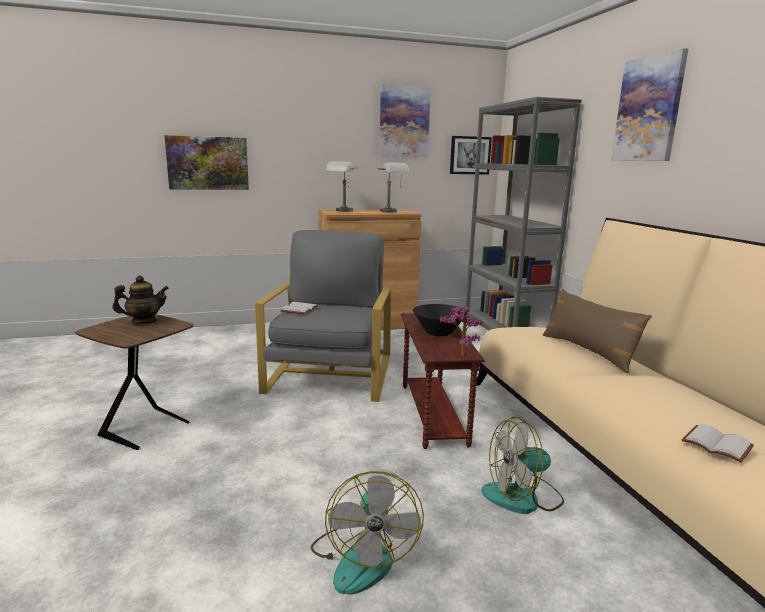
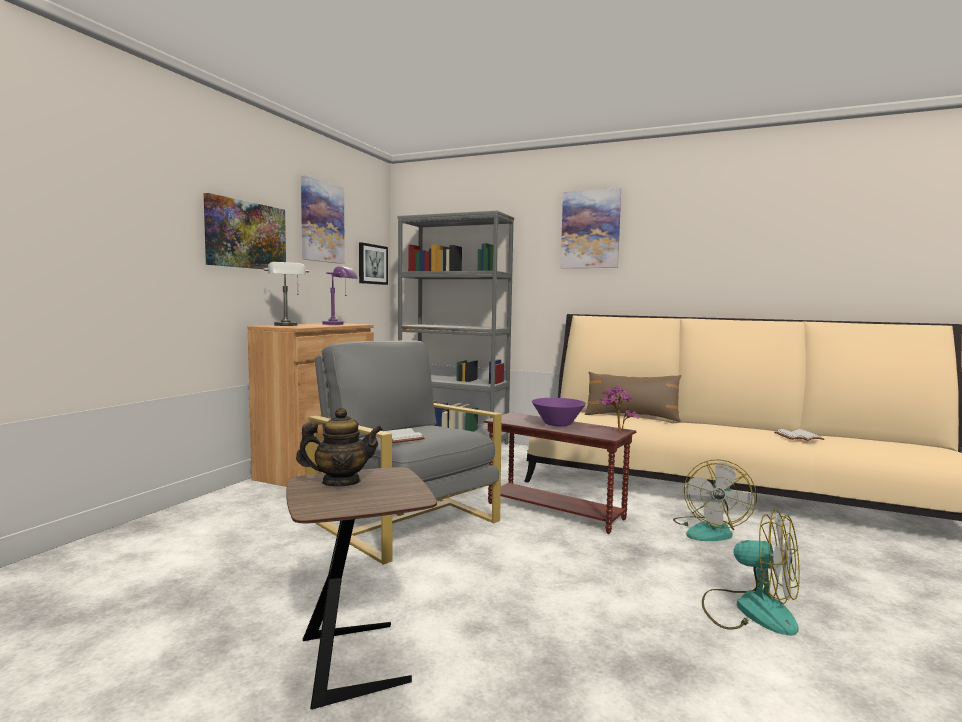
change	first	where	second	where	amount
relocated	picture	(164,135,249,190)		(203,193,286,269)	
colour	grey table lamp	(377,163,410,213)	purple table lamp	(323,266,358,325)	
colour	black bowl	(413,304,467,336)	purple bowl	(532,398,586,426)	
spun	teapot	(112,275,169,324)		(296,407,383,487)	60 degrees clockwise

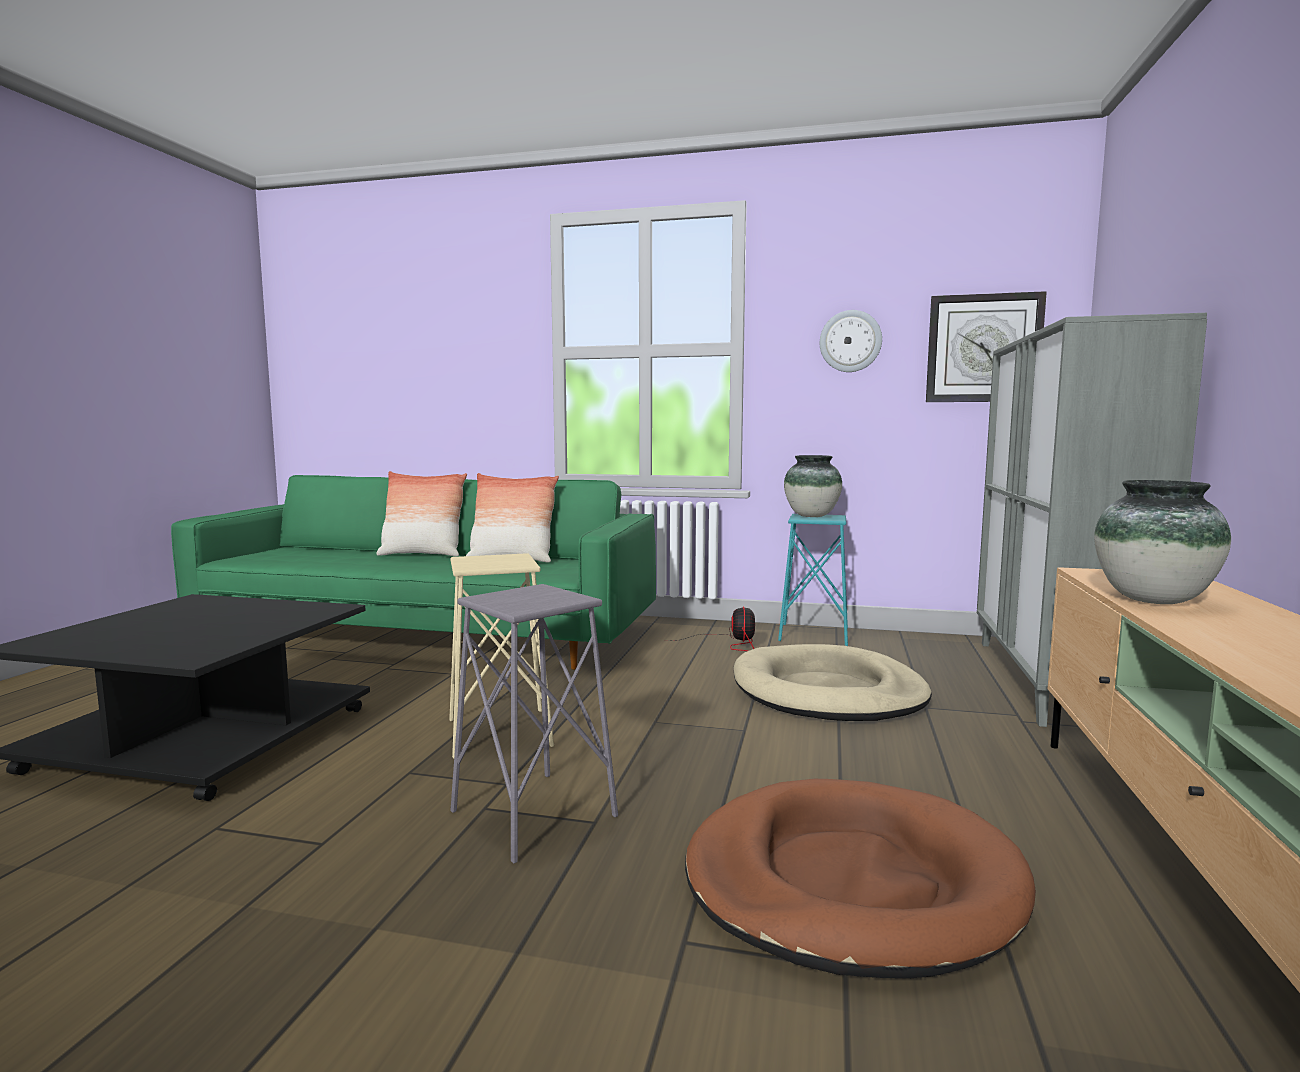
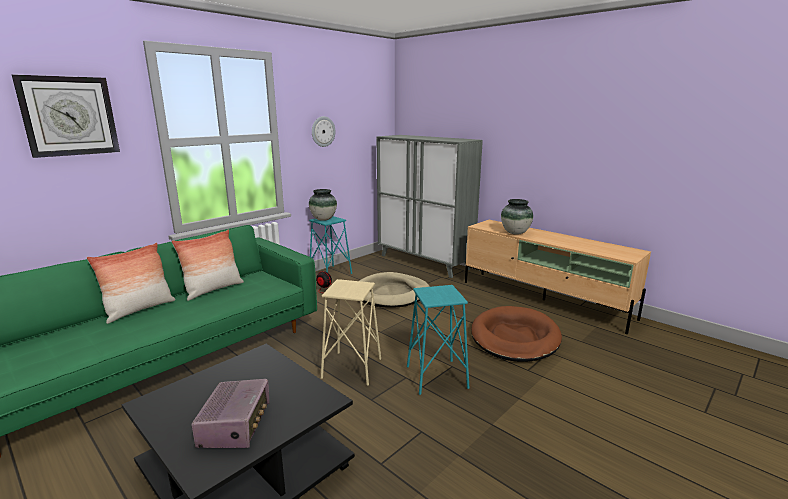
change	first	where	second	where	amount
appeared			radio	(191,379,269,448)	
relocated	wall clock	(926,291,1047,402)		(12,74,120,158)	
colour	grey stool	(450,584,618,864)	turquoise stool	(407,285,469,395)	

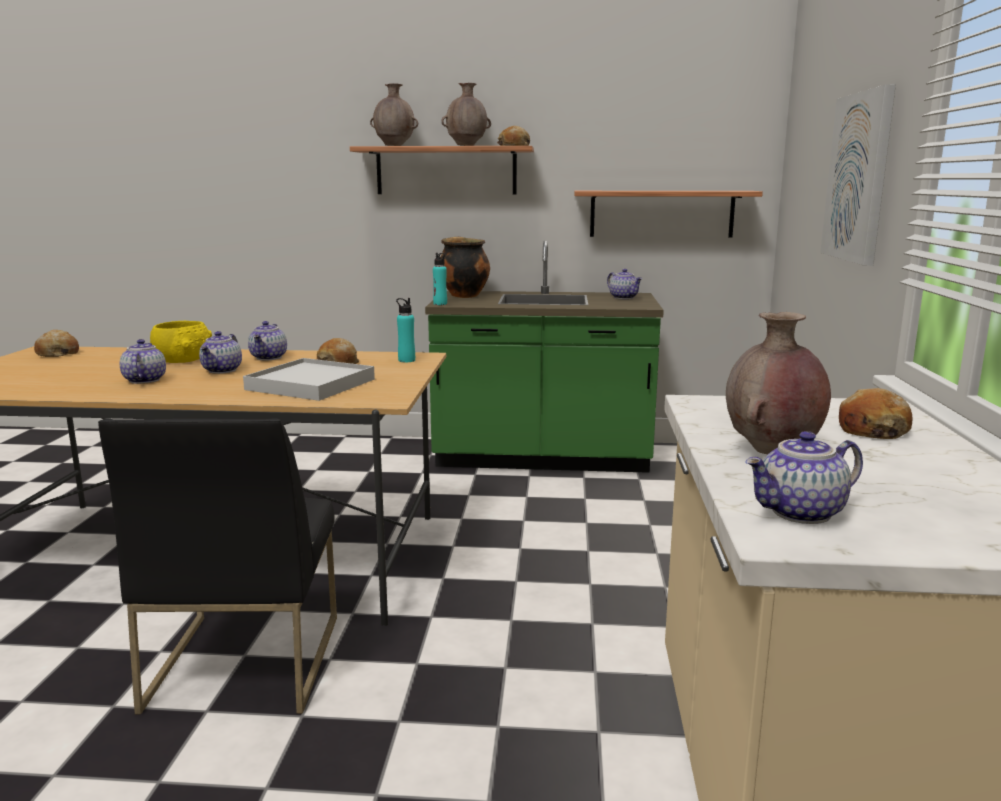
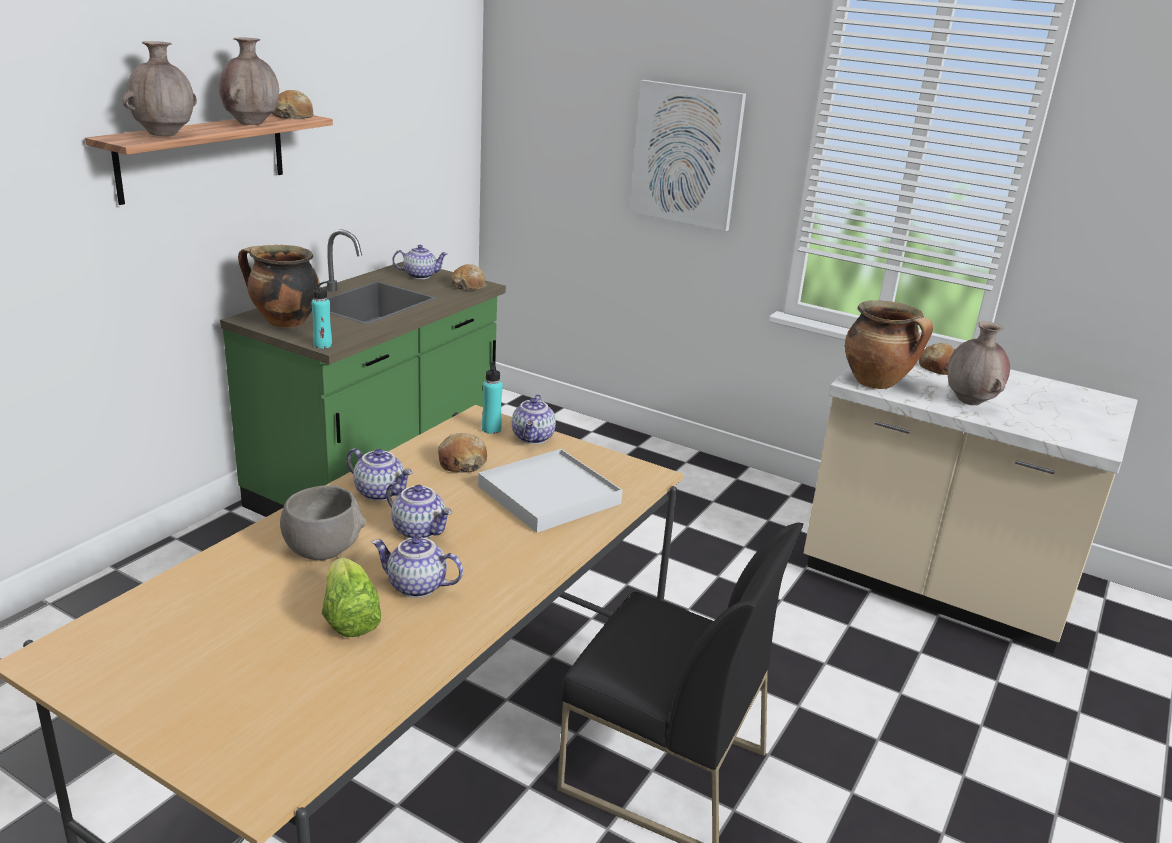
change	first	where	second	where	amount
missing	shelf	(574,191,763,238)			
appeared			lettuce	(322,557,381,637)	
appeared			cooking pot	(845,300,933,389)	
relocated	bread	(34,330,79,357)		(451,264,487,291)	
relocated	teapot	(745,431,863,524)		(512,394,556,444)	
colour	yellow bowl	(150,321,212,363)	grey bowl	(280,485,366,560)	

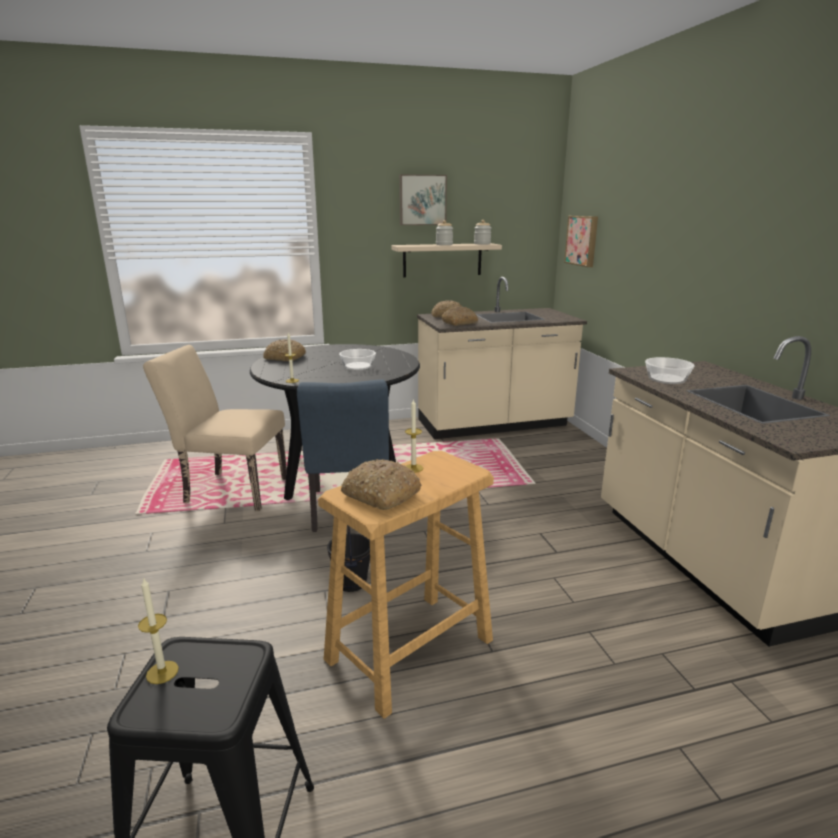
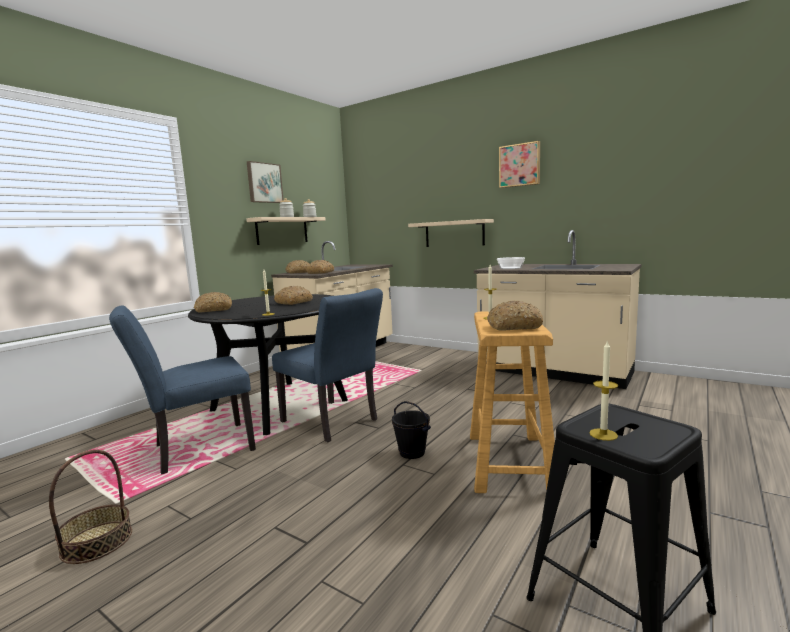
change	first	where	second	where	amount
appeared			basket	(49,450,132,564)	
appeared			beige shelf	(408,219,494,247)	
relocated	picture	(564,216,598,267)		(499,141,540,188)	
exchanged	bowl	(339,349,376,370)	bread	(274,286,313,305)	
colour	beige chair	(143,345,287,511)	blue chair	(109,305,256,474)	

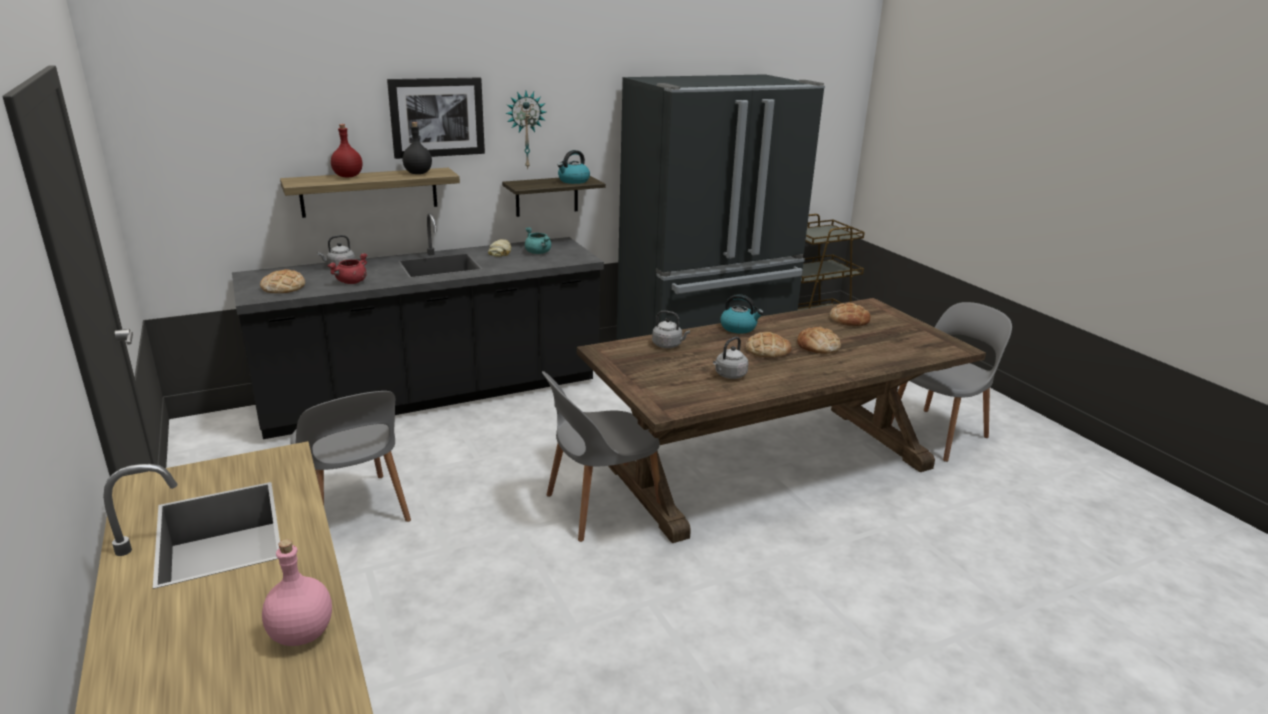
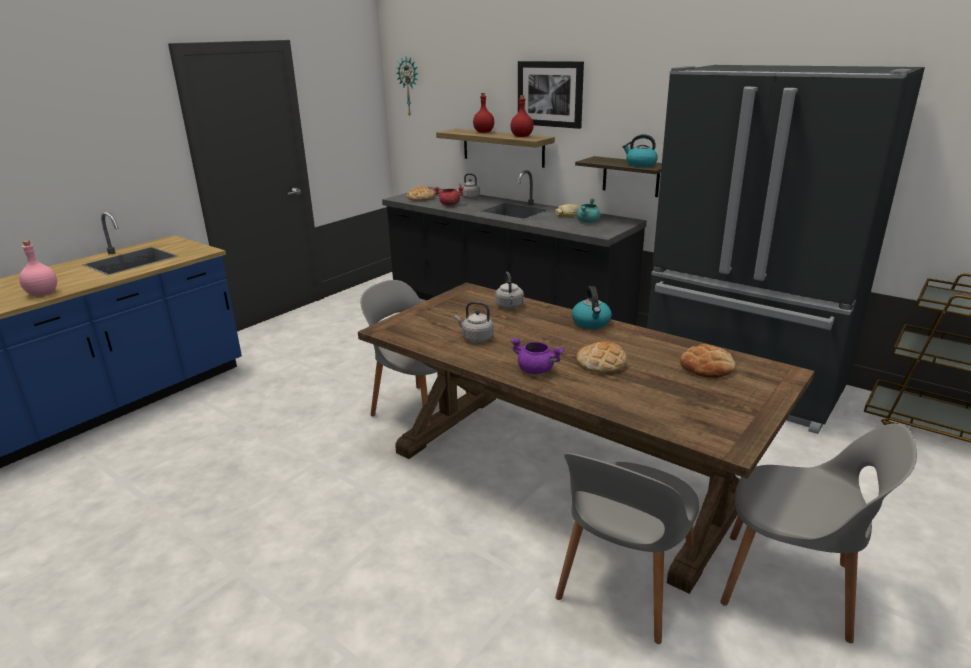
change	first	where	second	where	amount
missing	bread	(746,332,791,358)			
appeared			purple cooking pot	(510,338,564,374)	
relocated	grey chair	(290,391,411,522)		(555,453,699,644)	
relocated	wall clock	(505,91,546,170)		(396,57,419,116)	
colour	black bottle	(403,122,432,174)	red bottle	(511,95,534,137)	

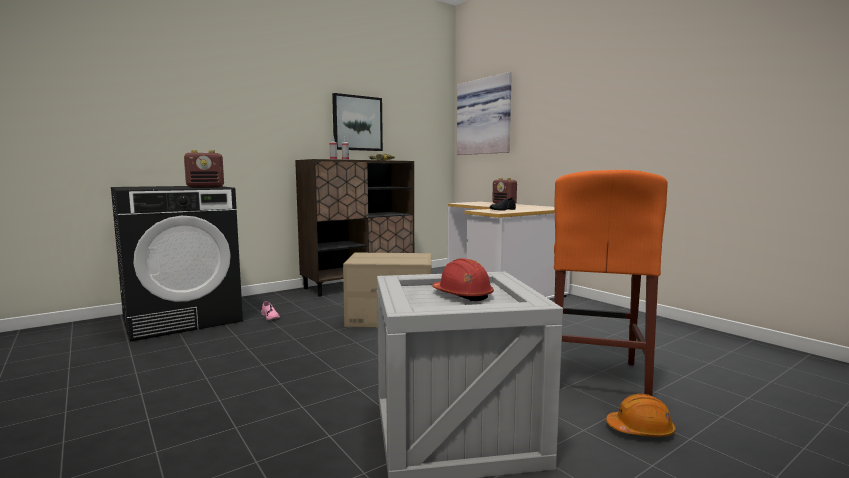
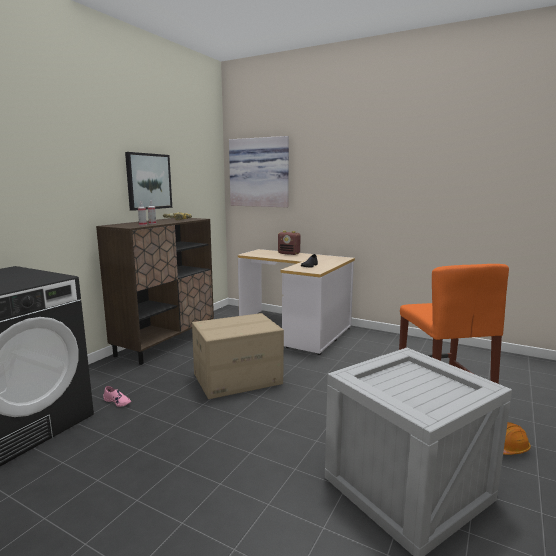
change	first	where	second	where	amount
missing	radio	(184,150,224,188)			
missing	red hard hat	(432,258,494,301)			

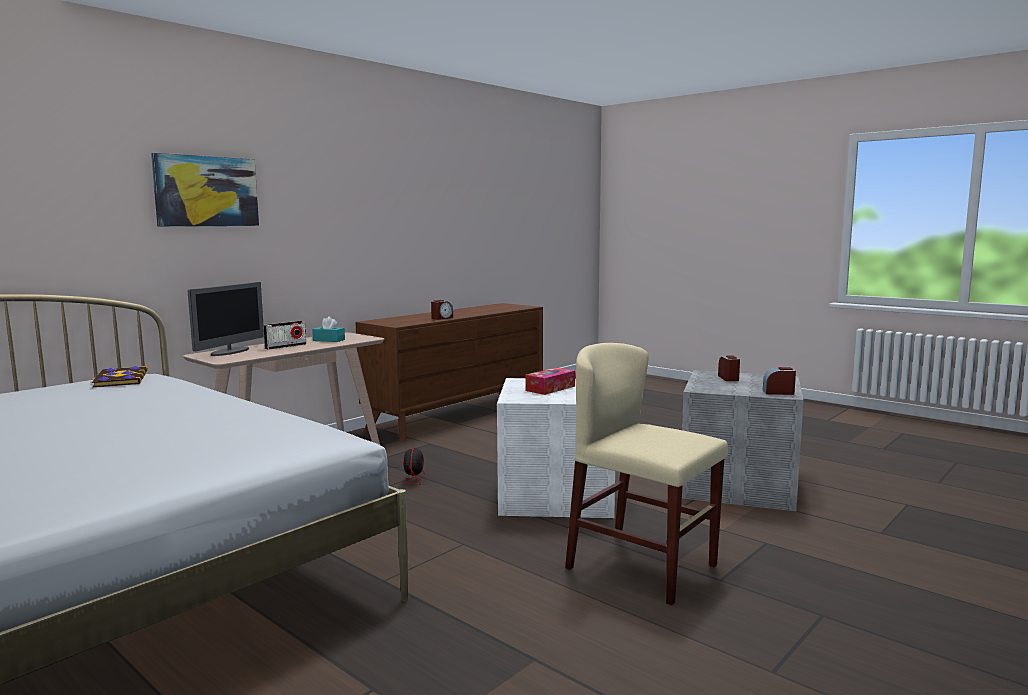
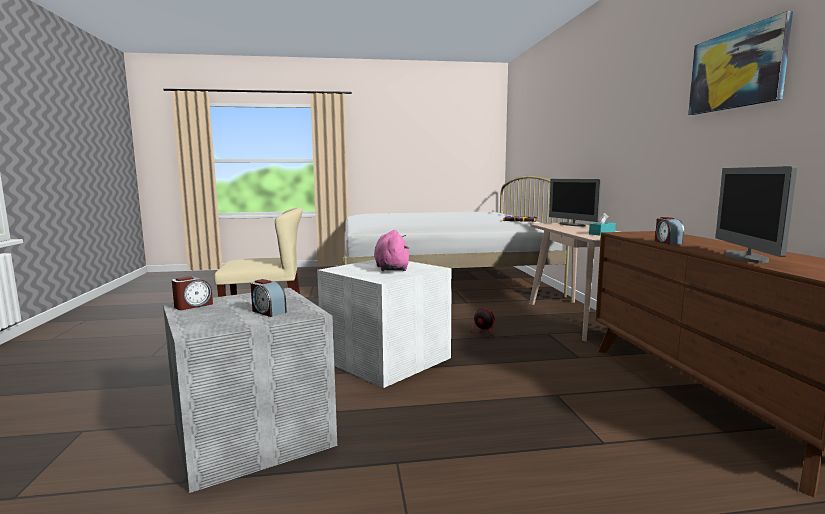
change	first	where	second	where	amount
missing	radio	(263,321,306,350)			
appeared			monitor	(715,166,797,263)	
relocated	picture	(151,153,259,227)		(688,11,793,115)	
exchanged	tissue box	(525,368,575,395)	pink plush toy	(374,230,409,271)	

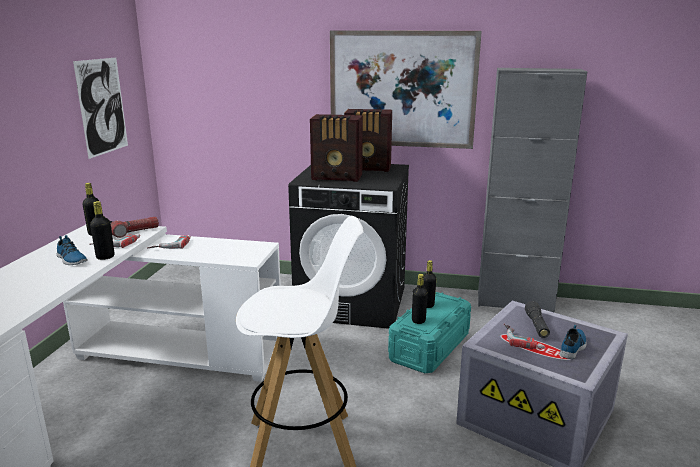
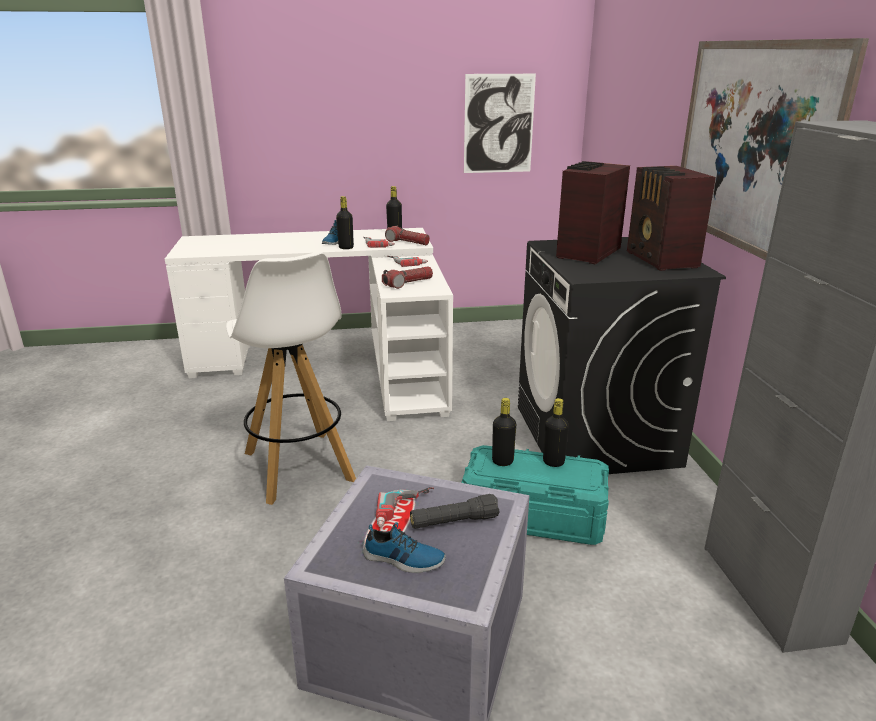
change	first	where	second	where	amount
appeared			flashlight	(382,266,433,289)	
spun	radio	(310,114,363,182)		(556,161,630,264)	45 degrees clockwise

